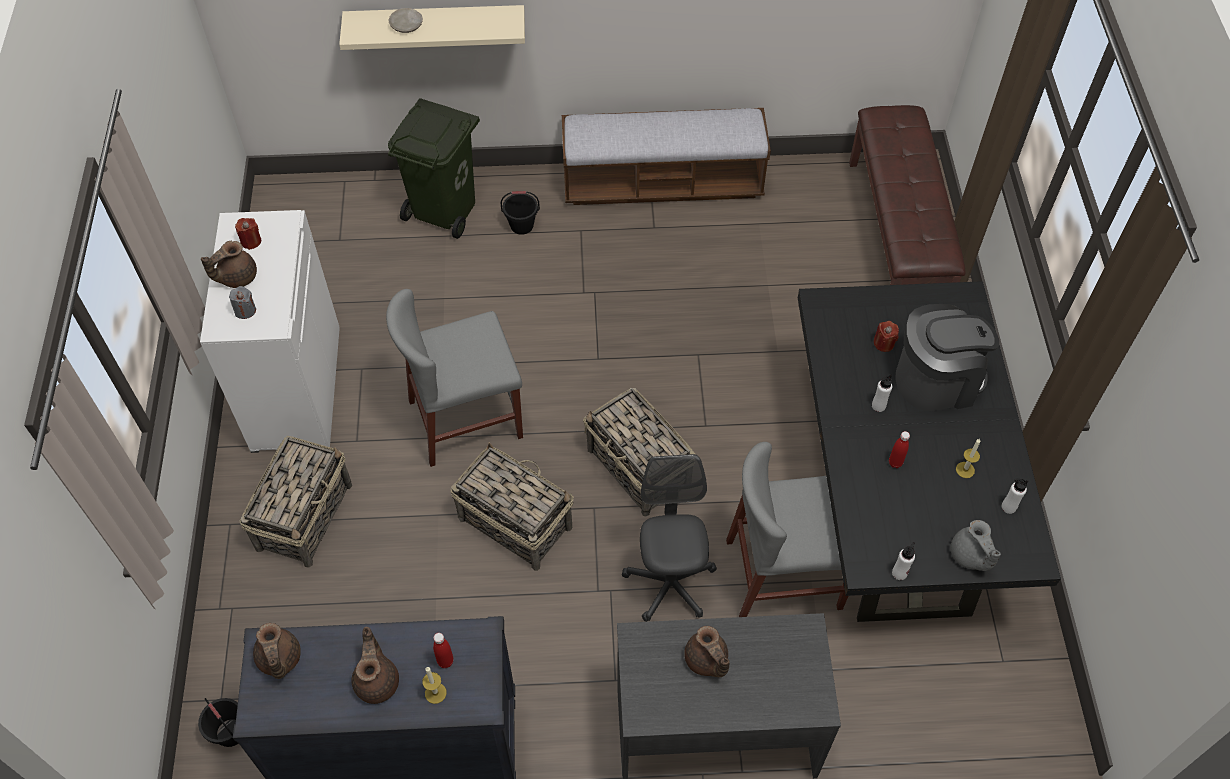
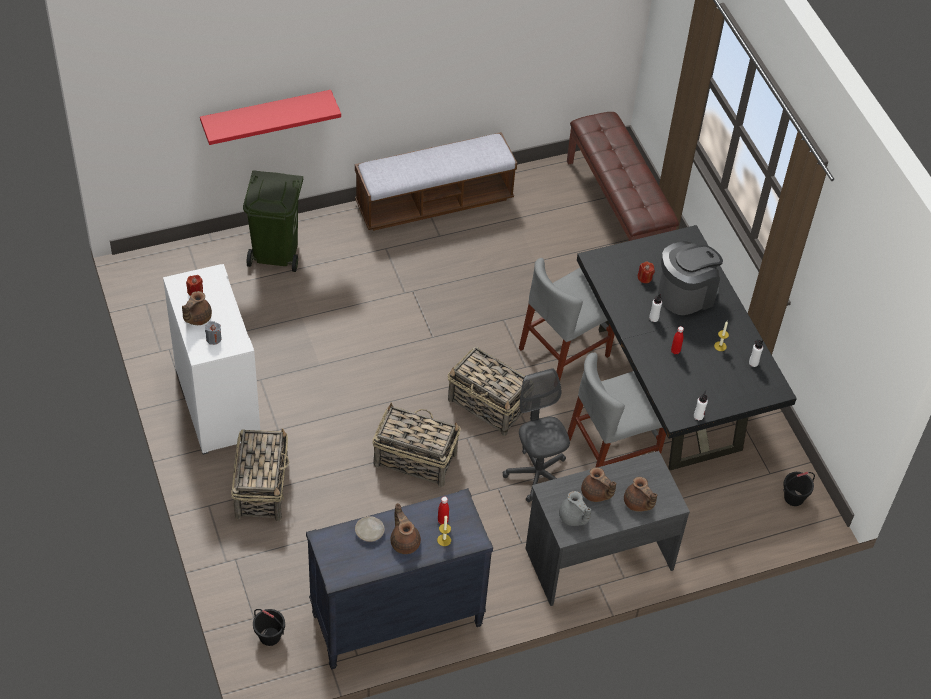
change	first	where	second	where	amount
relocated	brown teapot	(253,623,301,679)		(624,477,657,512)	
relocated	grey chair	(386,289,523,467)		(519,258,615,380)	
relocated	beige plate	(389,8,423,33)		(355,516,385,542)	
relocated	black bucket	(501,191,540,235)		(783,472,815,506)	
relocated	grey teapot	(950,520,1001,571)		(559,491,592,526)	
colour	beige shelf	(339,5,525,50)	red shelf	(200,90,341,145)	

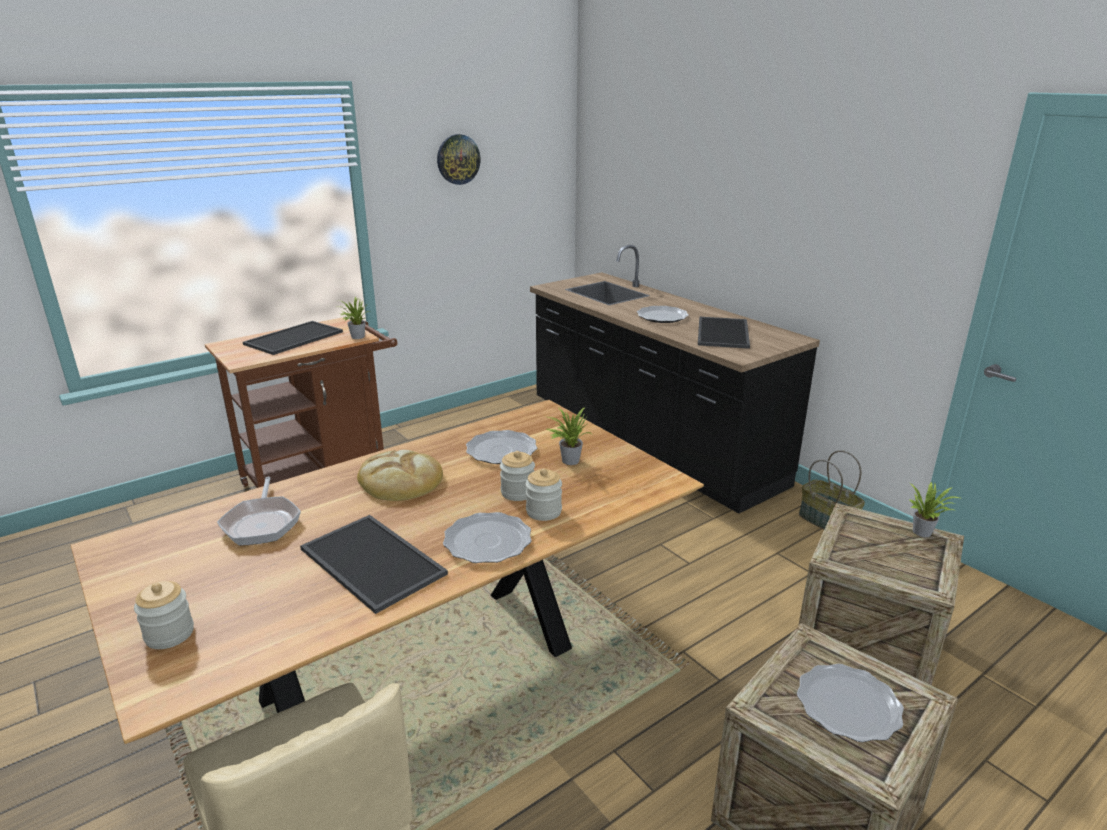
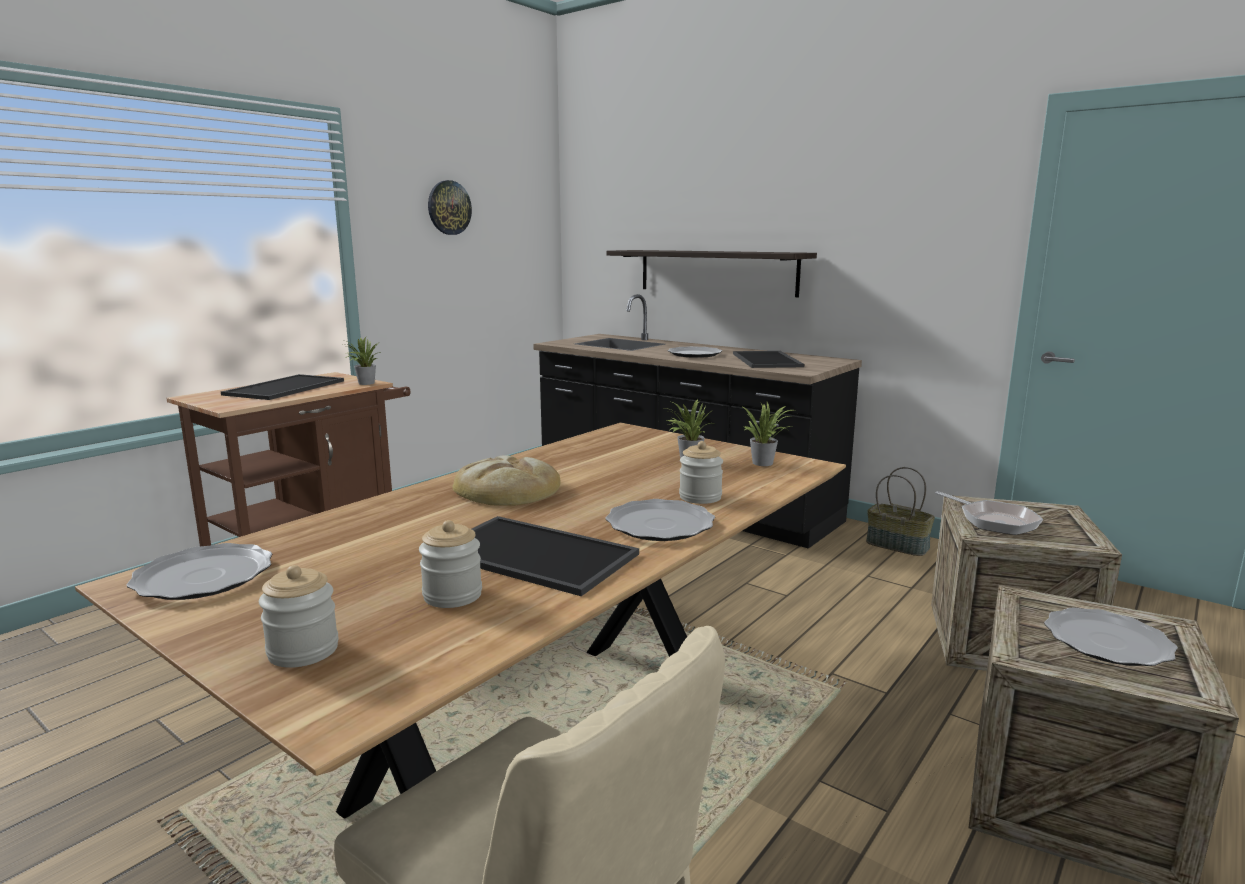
change	first	where	second	where	amount
appeared			shelf	(606,250,817,297)	
relocated	frying pan	(217,477,301,546)		(936,491,1043,535)	
relocated	plate	(466,430,537,464)		(126,543,272,600)	
relocated	jar	(500,451,535,501)		(419,520,482,608)	
relocated	potted plant	(910,481,960,537)		(741,402,793,466)	

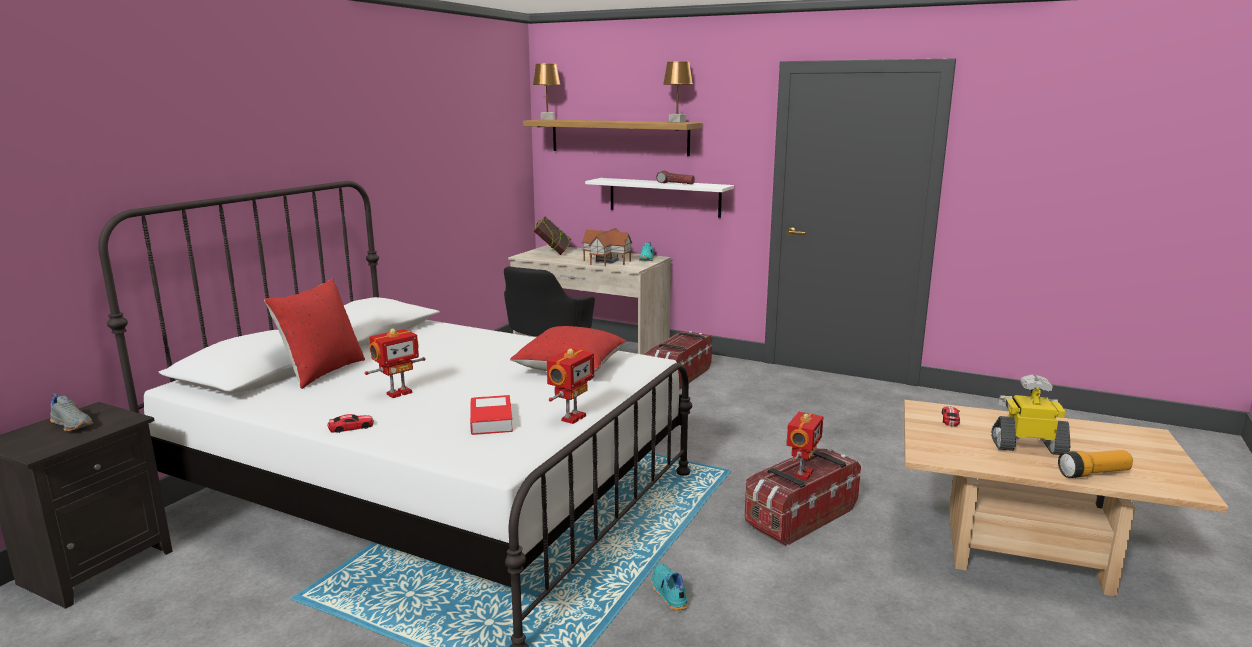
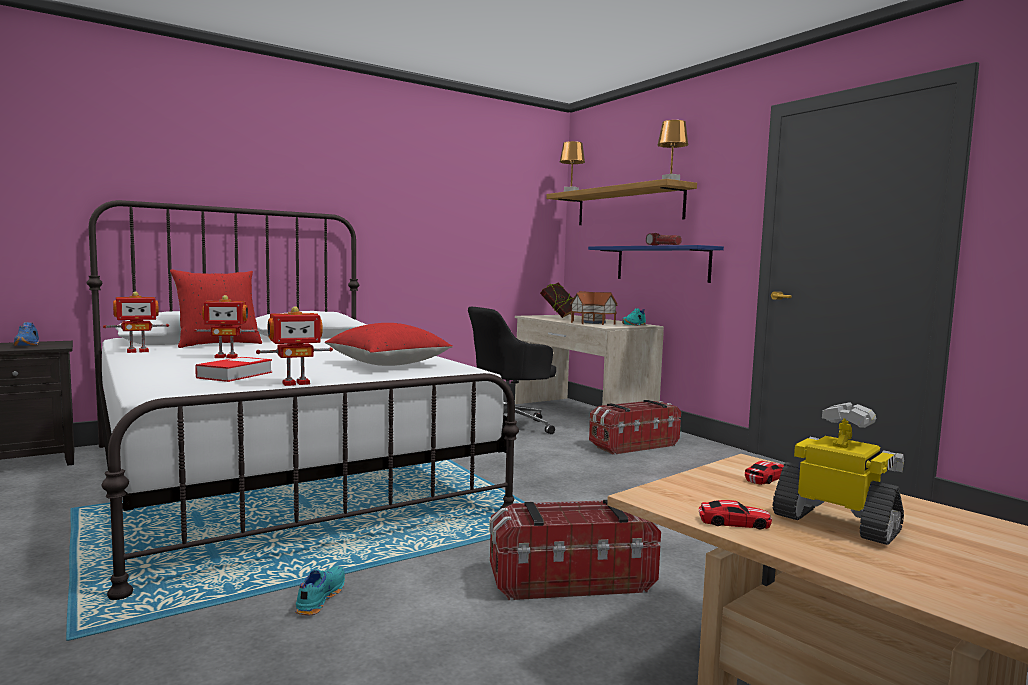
change	first	where	second	where	amount
missing	flashlight	(1058,450,1133,478)			
relocated	toy car	(327,414,374,433)		(699,500,772,529)	
relocated	toy robot	(787,412,823,480)		(103,291,169,353)	
colour	grey shoe	(50,393,93,431)	blue shoe	(14,322,39,346)	
colour	white shelf	(585,178,734,218)	blue shelf	(588,245,724,283)	

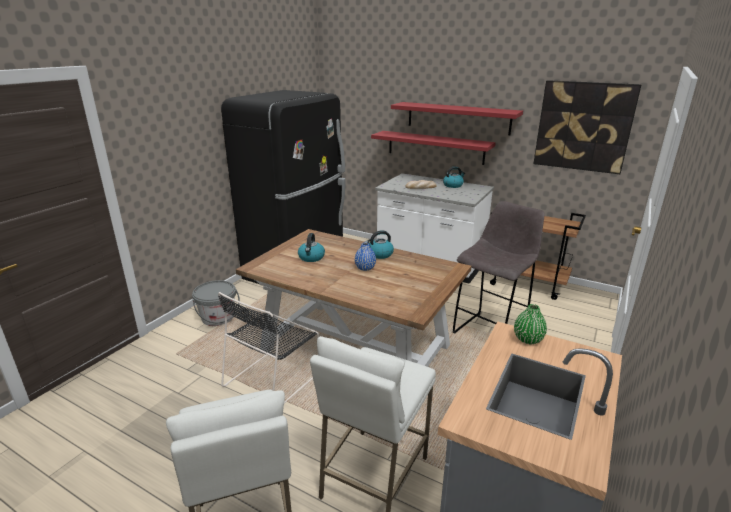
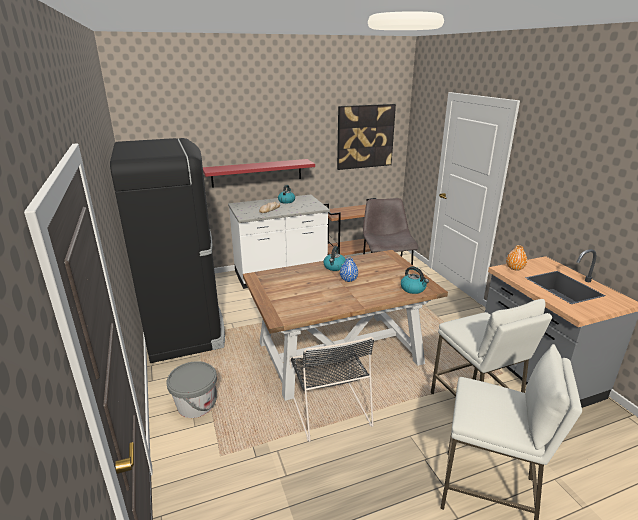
change	first	where	second	where	amount
missing	red shelf	(391,102,523,135)			
relocated	kettle	(298,233,325,262)		(401,266,429,294)	
colour	green vase	(514,304,547,344)	orange vase	(506,245,527,271)	

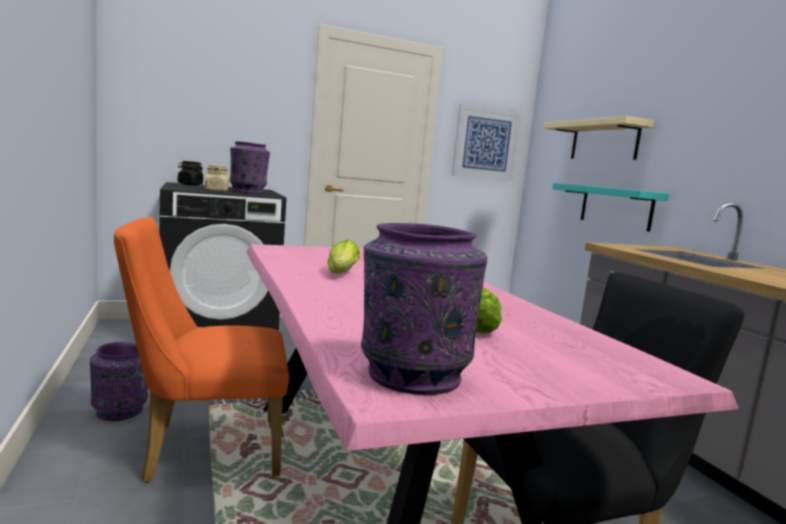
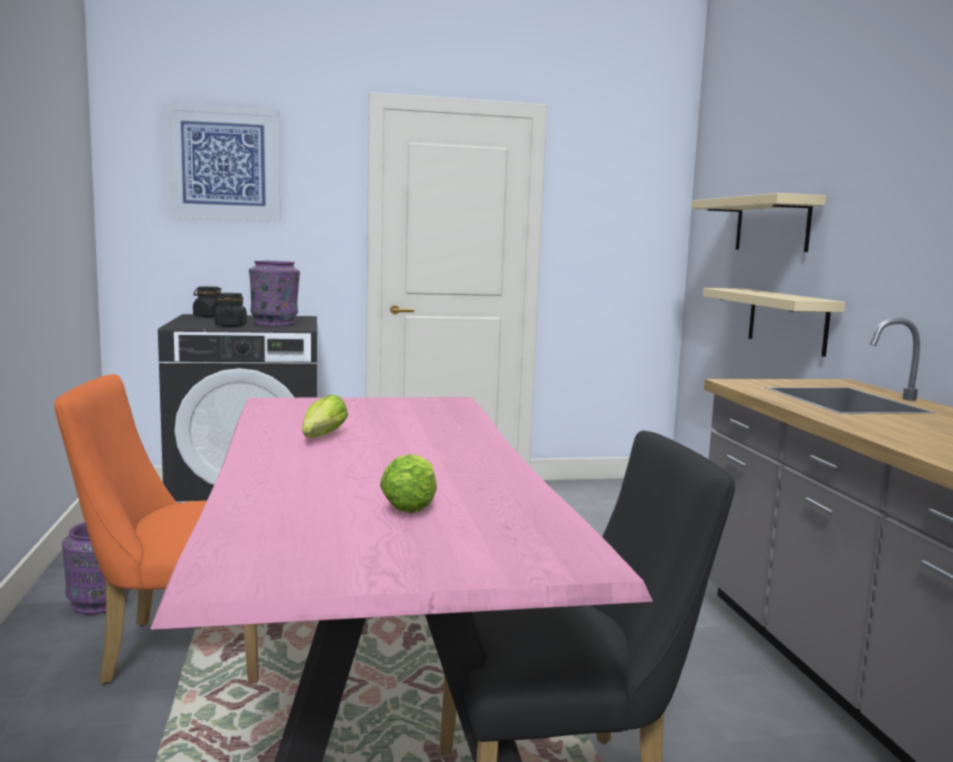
change	first	where	second	where	amount
missing	purple vase	(361,223,487,395)			
relocated	picture	(452,104,521,181)		(164,102,280,221)	
colour	beige jar	(205,164,229,192)	black jar	(215,293,247,327)	
colour	turquoise shelf	(552,183,669,232)	beige shelf	(703,288,845,357)	

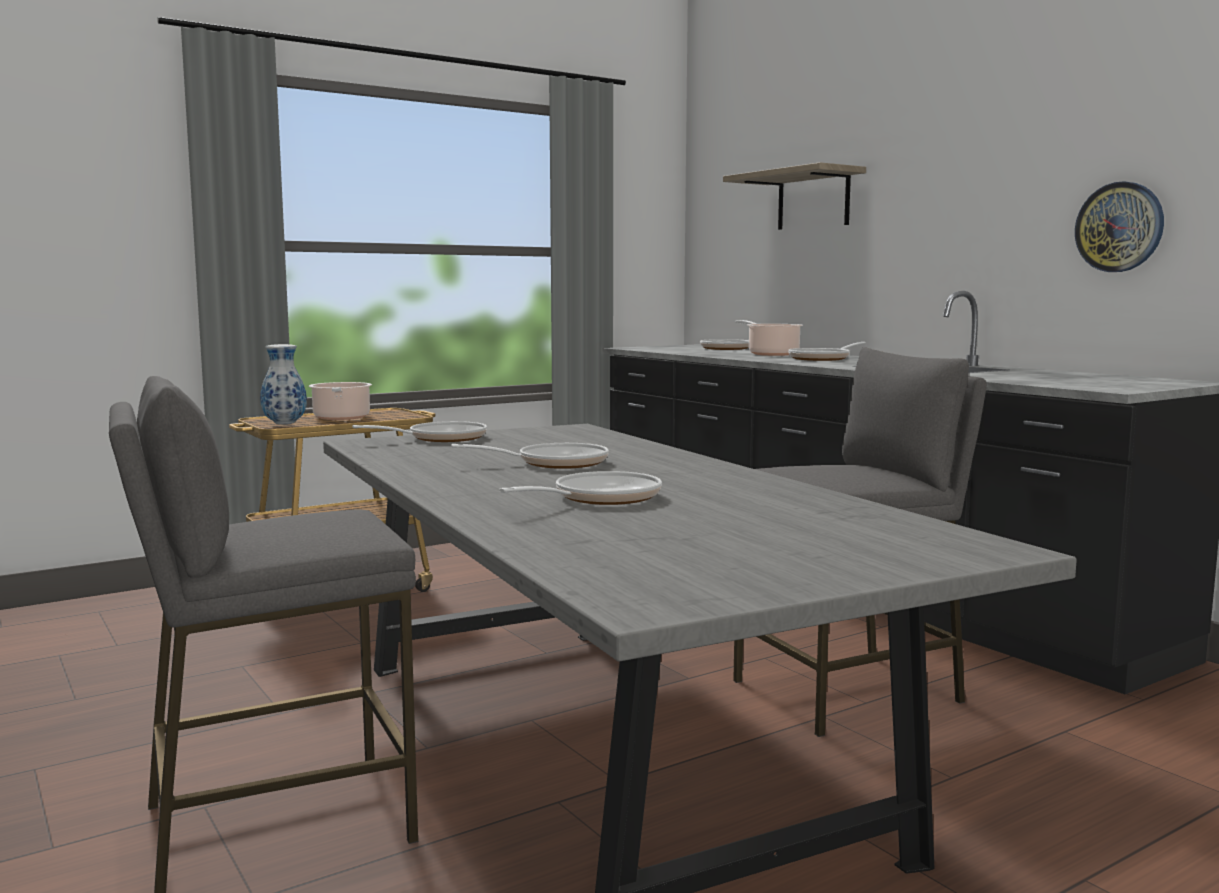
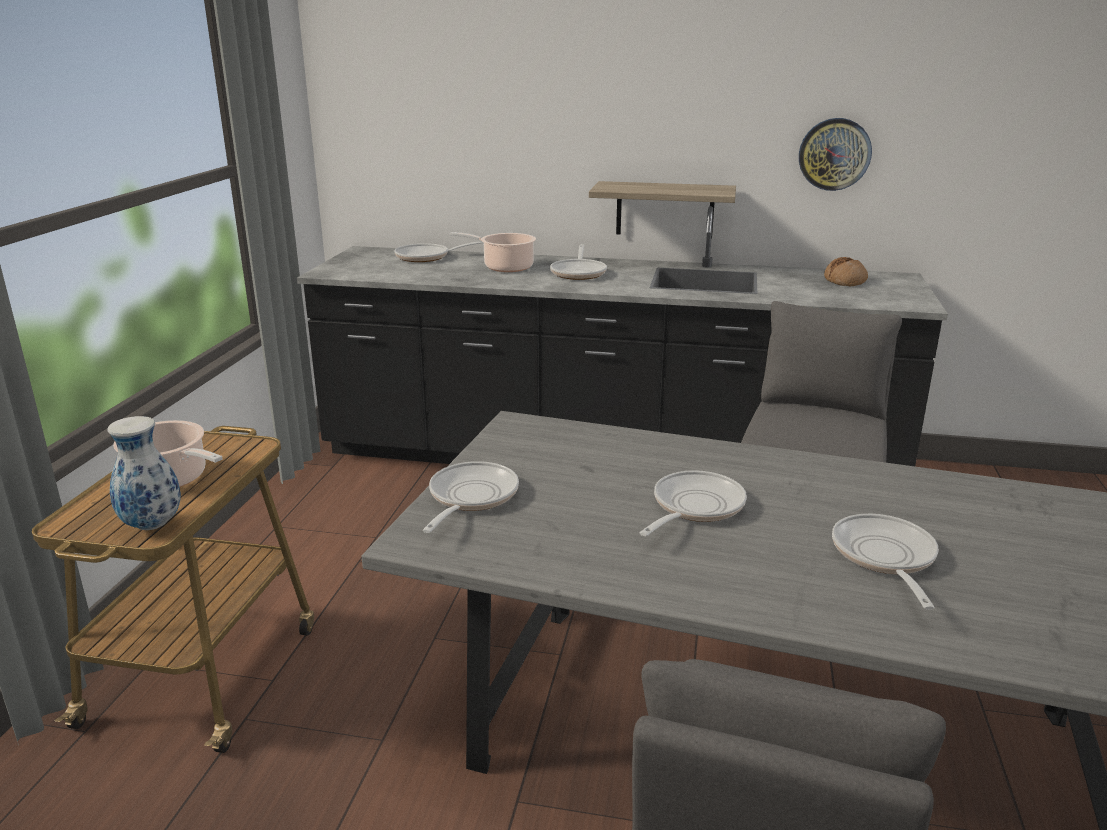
change	first	where	second	where	amount
appeared			bread	(824,257,868,286)	
relocated	shelf	(723,162,866,230)		(589,181,736,234)	

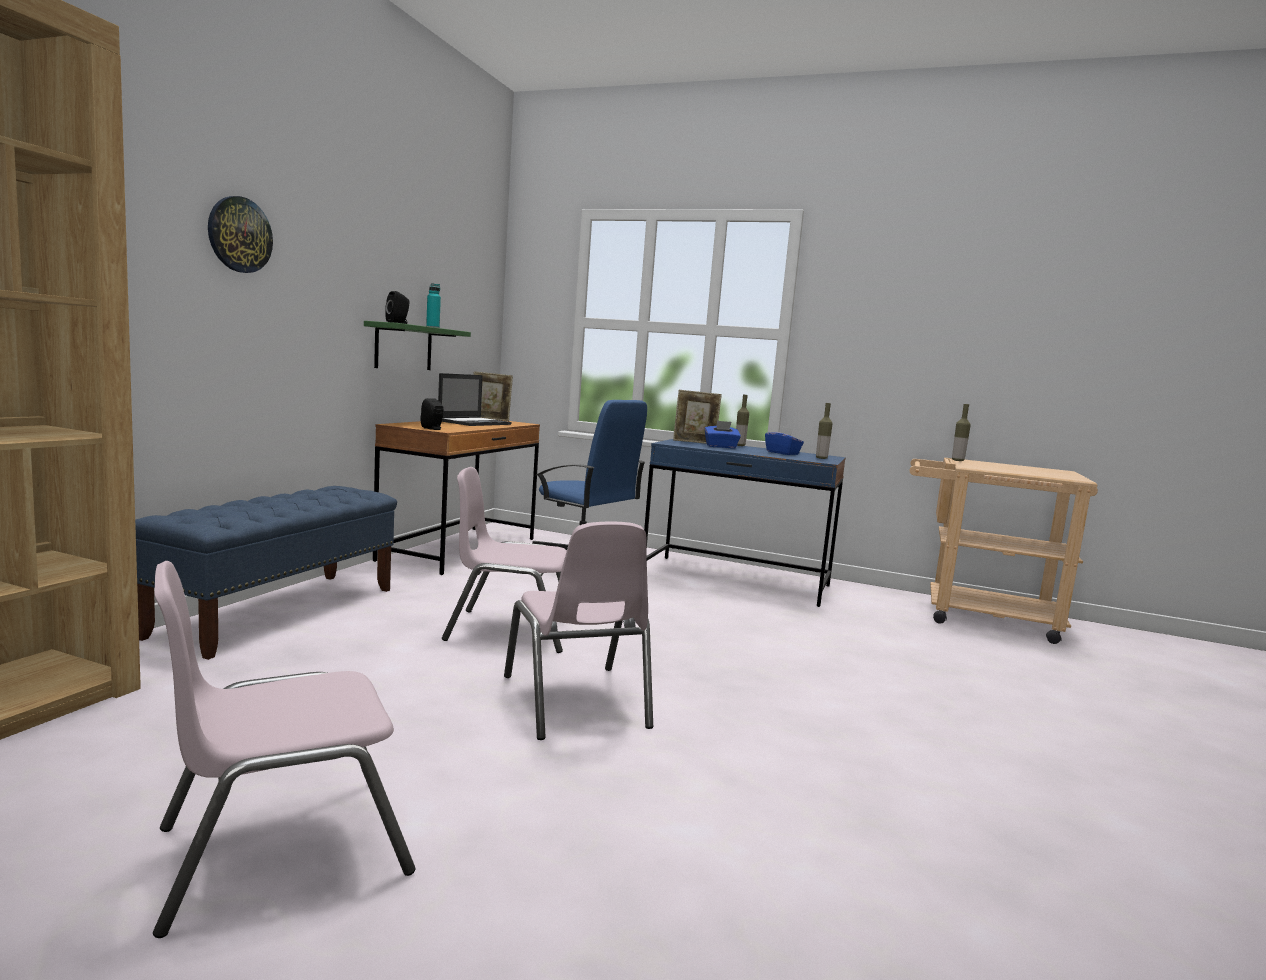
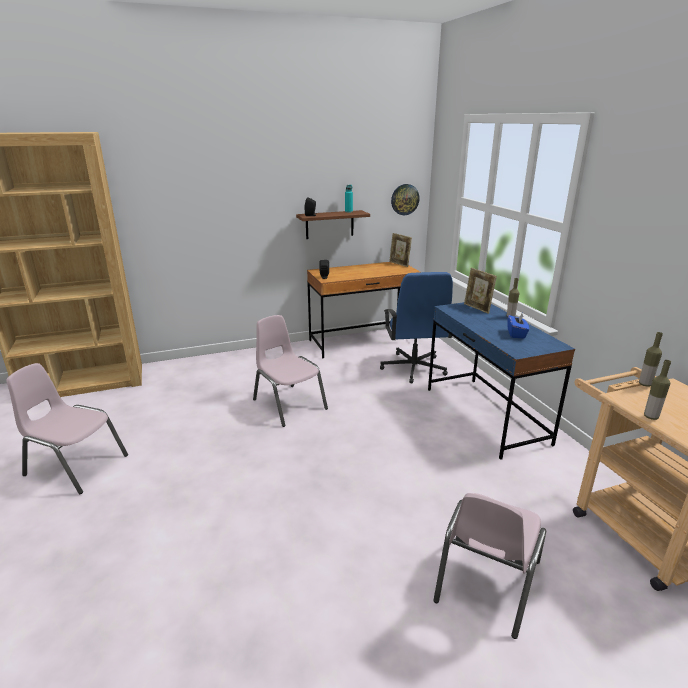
change	first	where	second	where	amount
missing	blue bench	(135,486,397,660)			
missing	laptop	(438,373,512,426)			
missing	blue tissue box	(705,420,741,448)			
relocated	wall clock	(208,196,273,273)		(391,184,419,215)	
relocated	pink chair	(504,522,653,740)		(433,493,546,639)	
relocated	bottle	(816,403,833,459)		(644,360,671,420)	
colour	green shelf	(364,321,471,370)	brown shelf	(296,210,370,239)	

